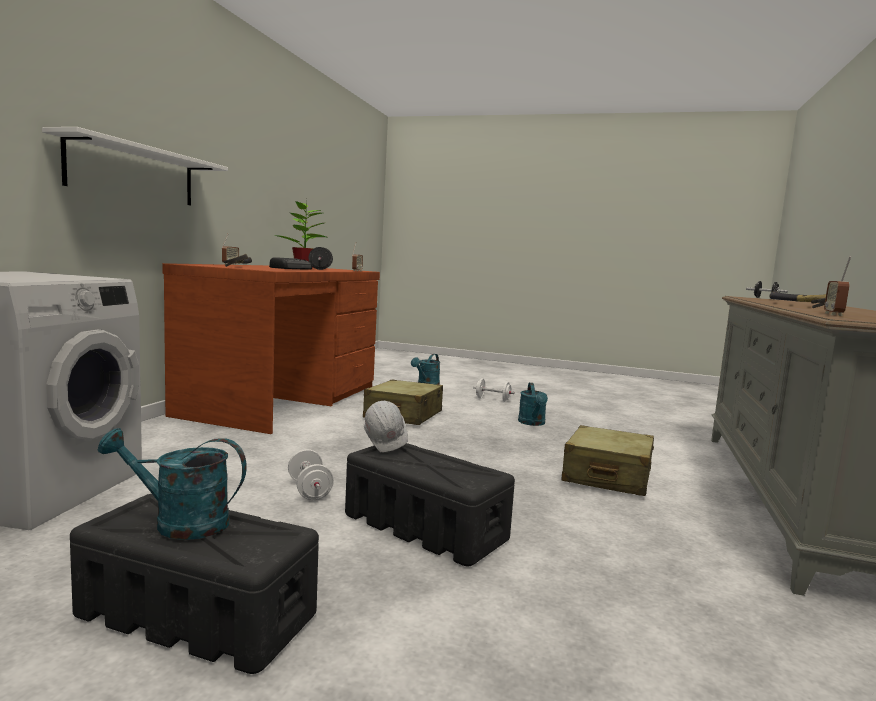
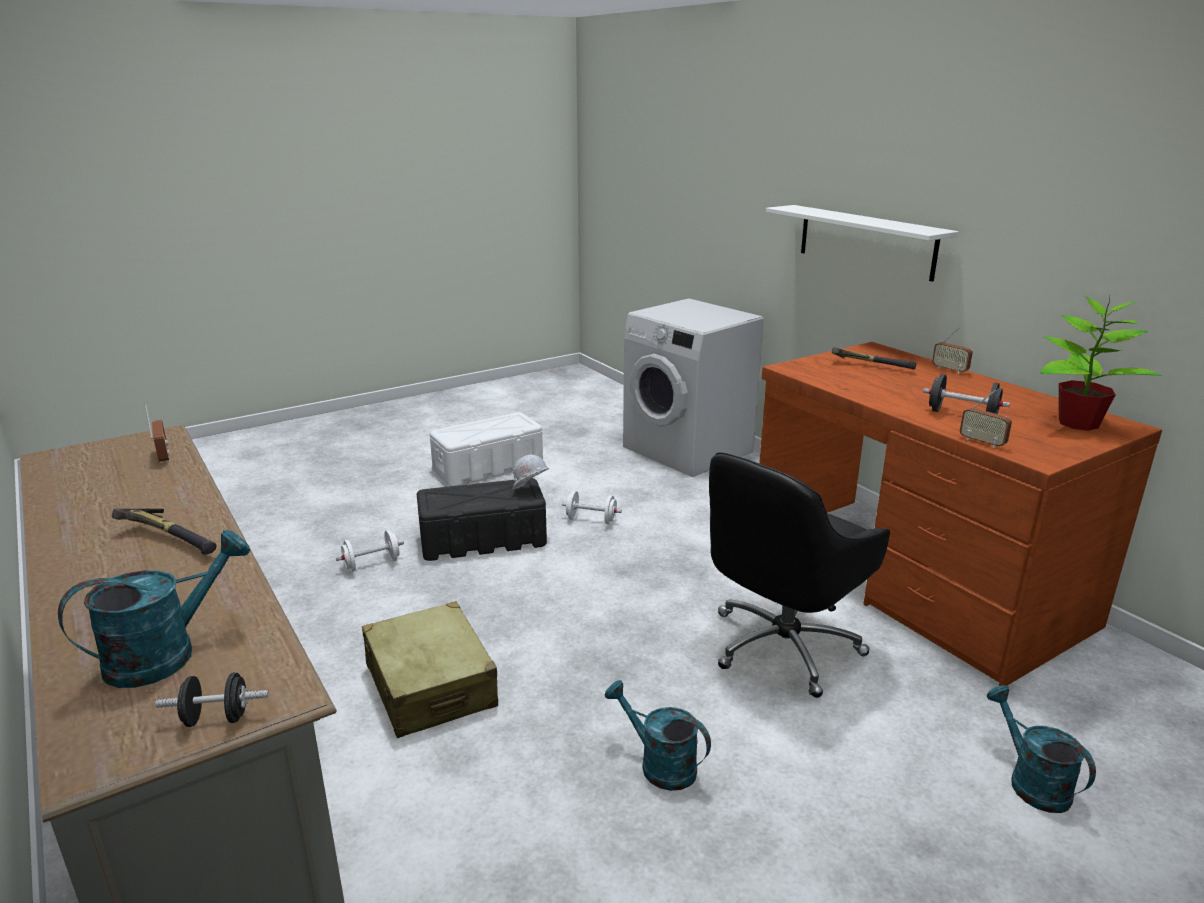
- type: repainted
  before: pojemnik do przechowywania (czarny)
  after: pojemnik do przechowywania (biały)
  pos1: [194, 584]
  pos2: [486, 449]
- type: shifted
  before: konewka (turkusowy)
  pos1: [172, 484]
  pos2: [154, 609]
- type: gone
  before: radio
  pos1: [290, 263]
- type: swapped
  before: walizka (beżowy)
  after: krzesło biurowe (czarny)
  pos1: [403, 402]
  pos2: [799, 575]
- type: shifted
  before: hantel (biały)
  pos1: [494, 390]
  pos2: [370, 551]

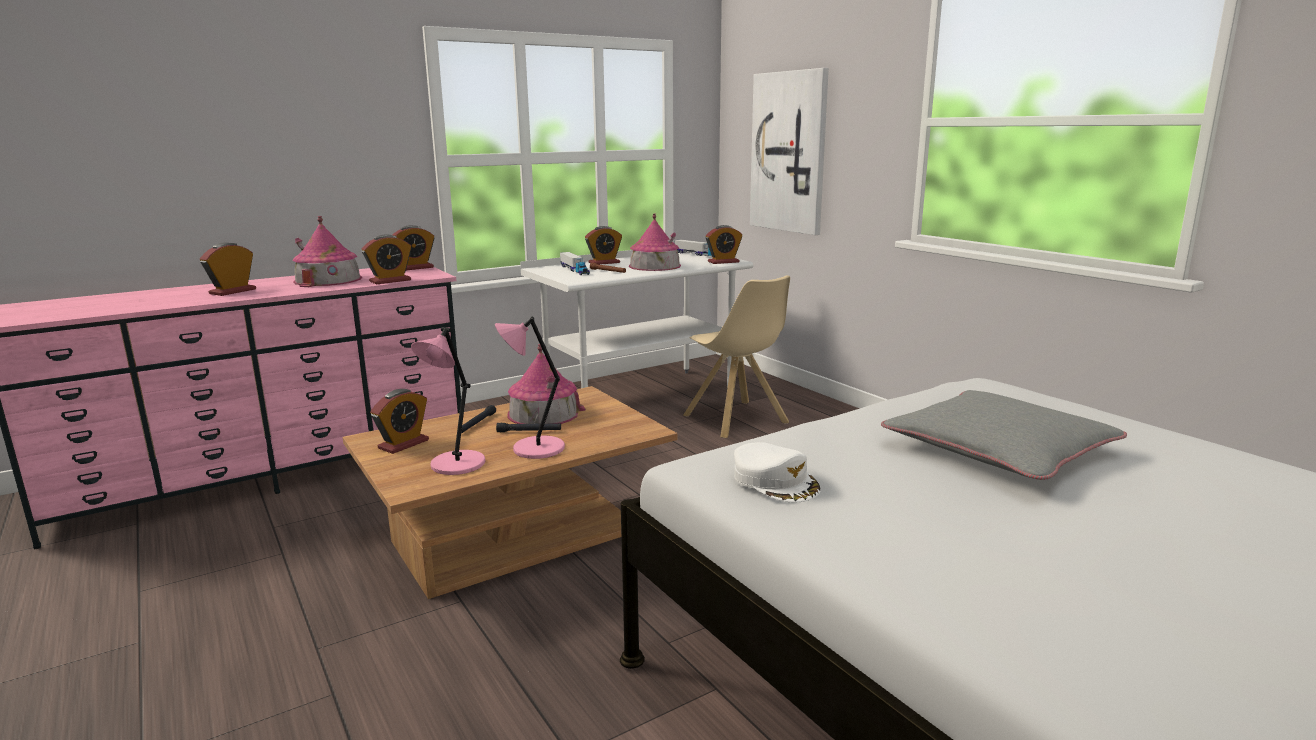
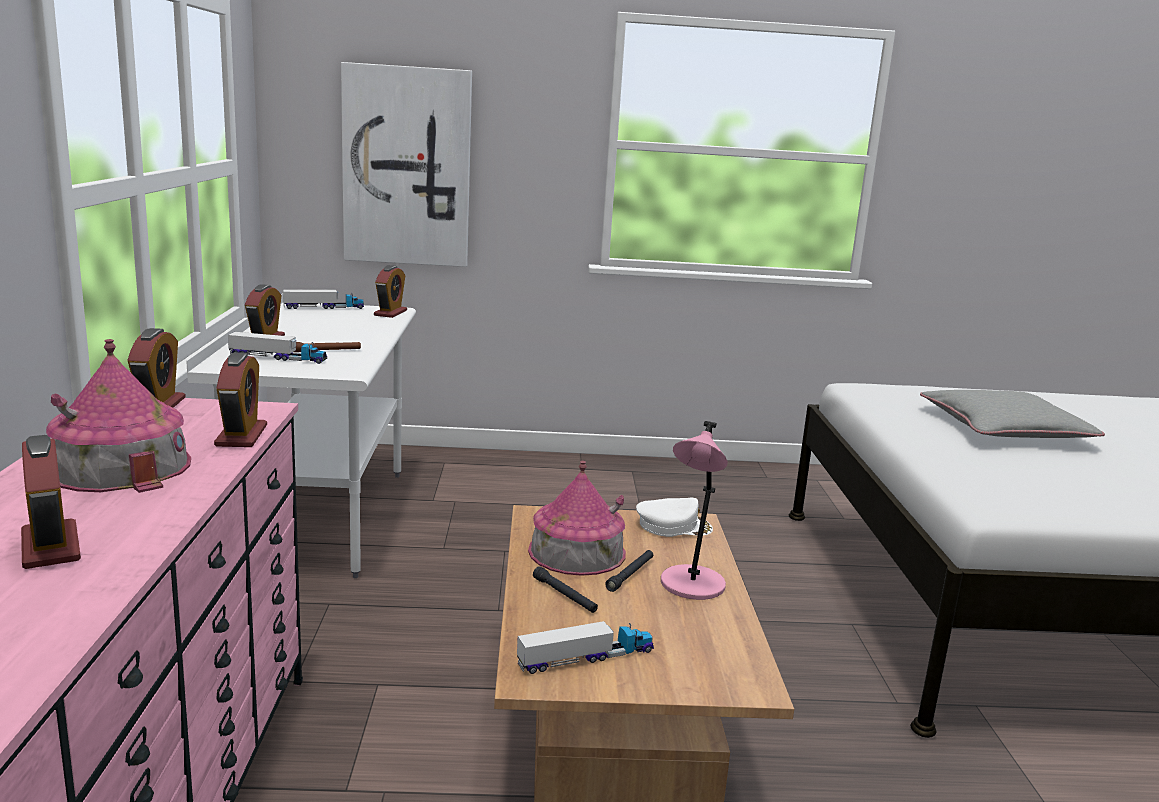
- type: swapped
  before: budzik
  after: ciężarówka zabawkowa
  pos1: [399, 421]
  pos2: [585, 647]
- type: gone
  before: lampa stołowa (różowy)
  pos1: [448, 401]
- type: gone
  before: domek
  pos1: [655, 242]
- type: gone
  before: krzesło (beżowy)
  pos1: [736, 356]
- type: shifted
  before: czapka z daszkiem (biały)
  pos1: [777, 472]
  pos2: [674, 517]

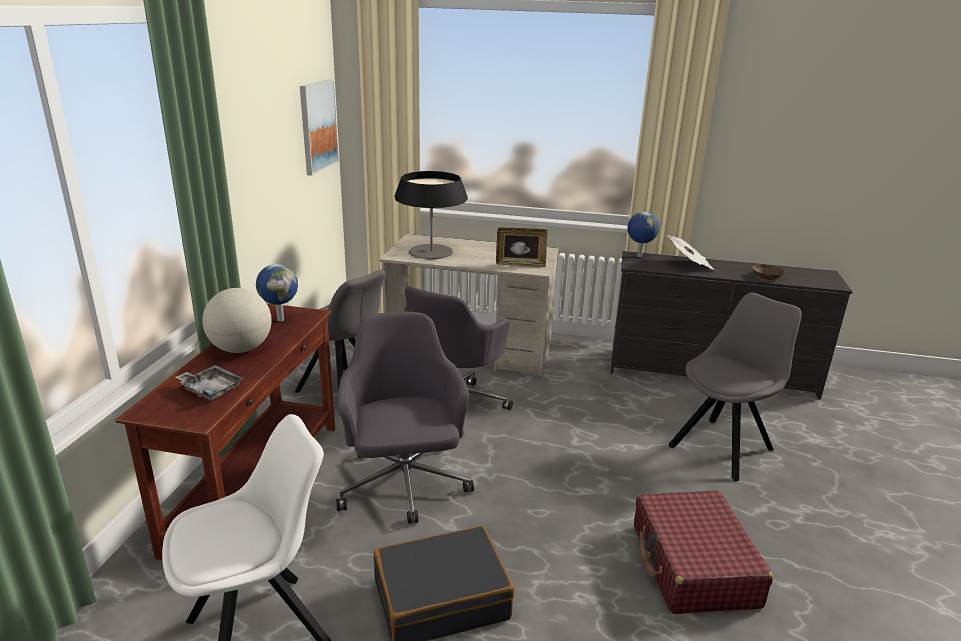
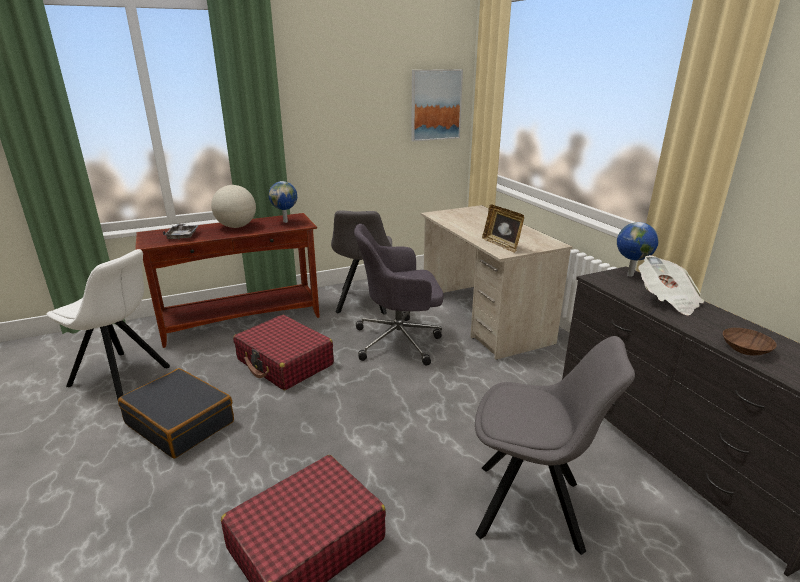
- type: swapped
  before: krzesło biurowe (szary)
  after: walizka (czerwony)
  pos1: [405, 418]
  pos2: [283, 352]
- type: gone
  before: lampa stołowa
  pos1: [431, 215]

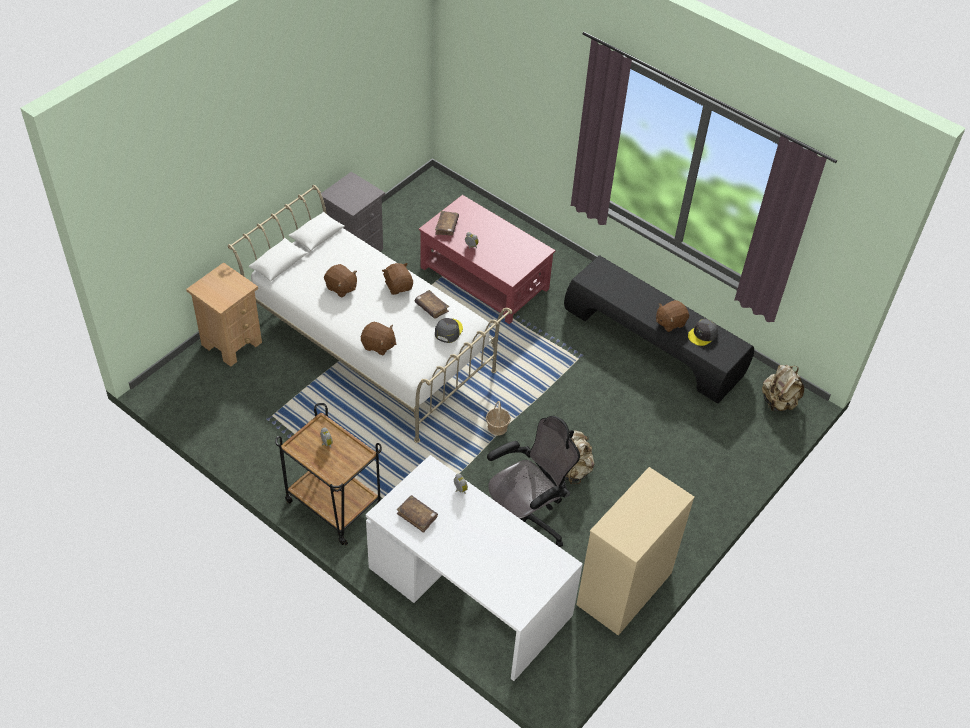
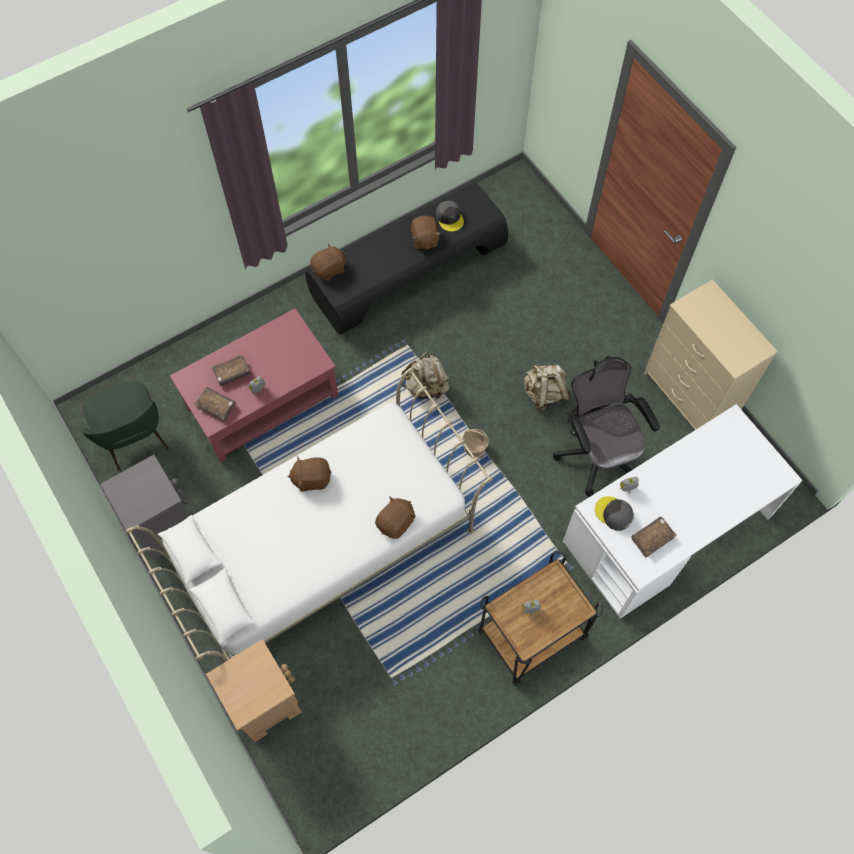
- type: shifted
  before: pluszak (brązowy)
  pos1: [340, 281]
  pos2: [328, 262]
- type: shifted
  before: książka (brązowy)
  pos1: [432, 304]
  pos2: [231, 370]
- type: shifted
  before: czapka z daszkiem (szary)
  pos1: [449, 330]
  pos2: [614, 513]
- type: shifted
  before: plecak (beżowy)
  pos1: [783, 388]
  pos2: [425, 376]
- type: new
  after: krzesło (zielony)
  pos2: [126, 426]

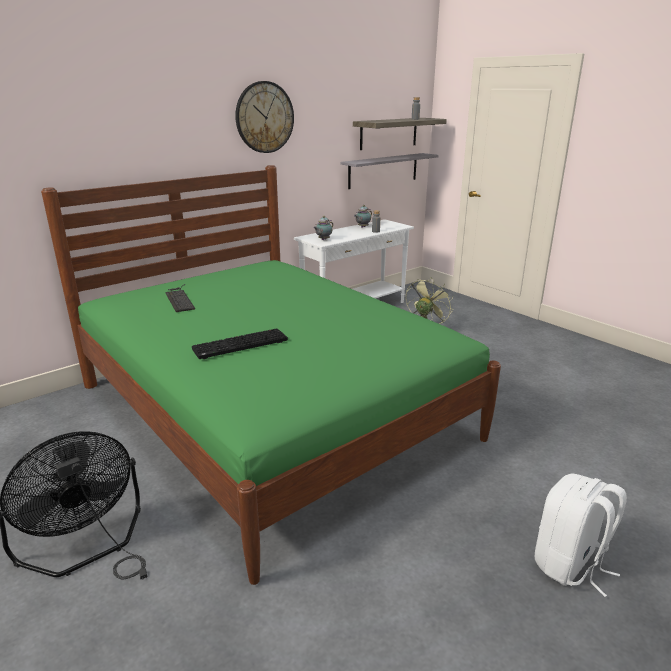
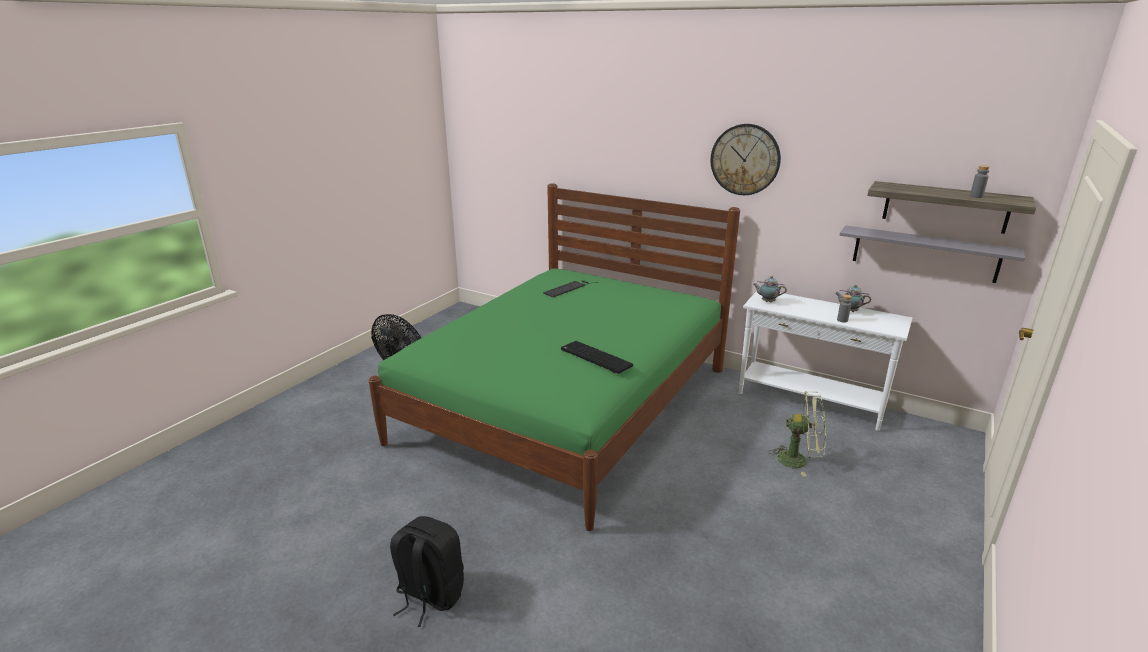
- type: shifted
  before: klawiatura
  pos1: [240, 343]
  pos2: [597, 357]
- type: repainted
  before: plecak (biały)
  after: plecak (czarny)
  pos1: [581, 535]
  pos2: [427, 571]

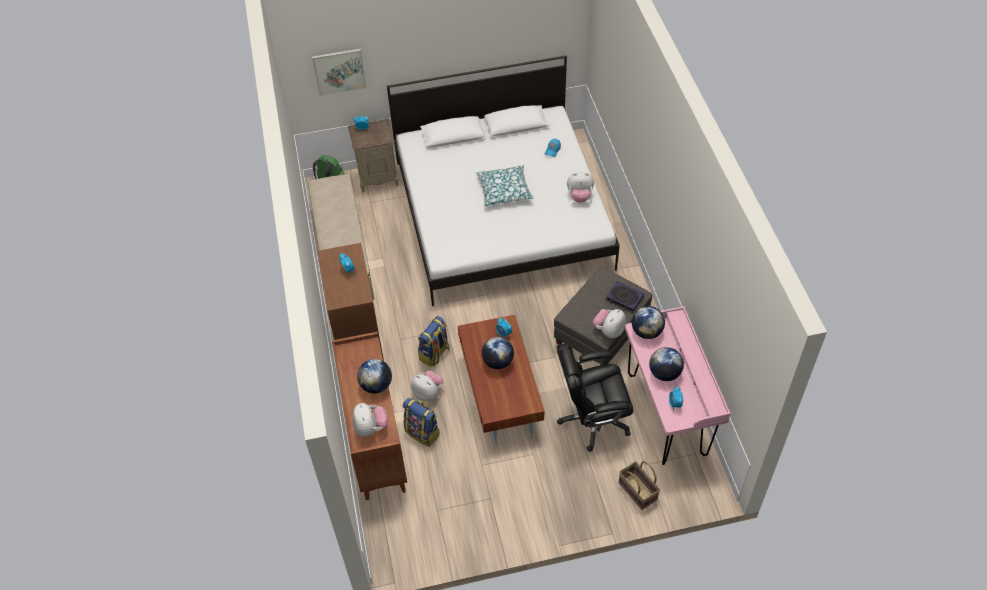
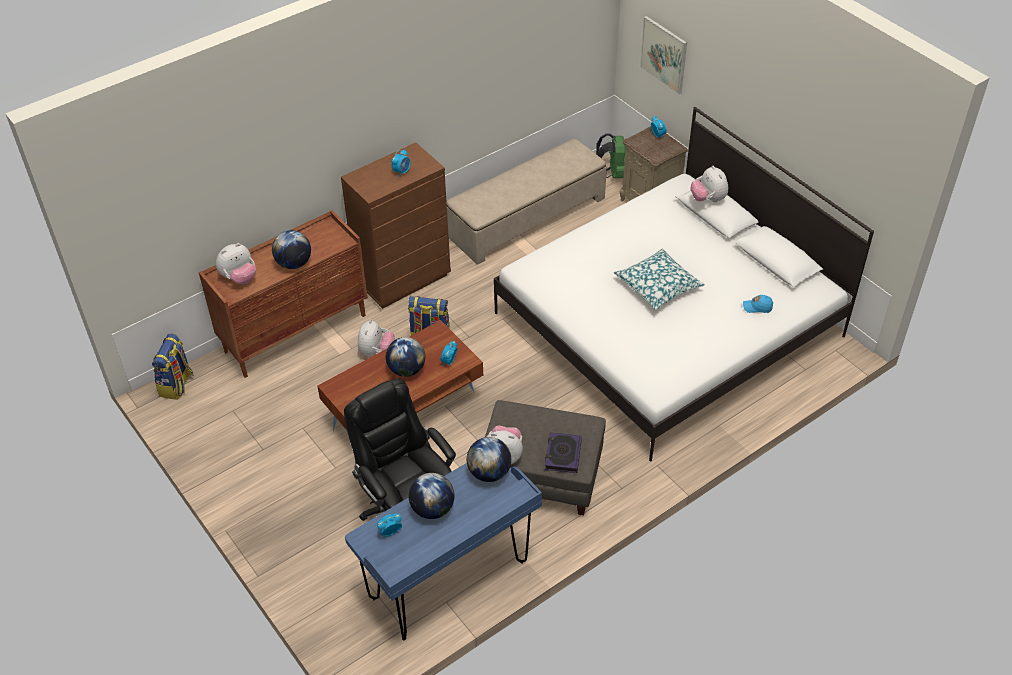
- type: shifted
  before: plecak
  pos1: [421, 422]
  pos2: [173, 367]
- type: shifted
  before: pluszak
  pos1: [580, 187]
  pos2: [709, 184]
- type: gone
  before: koszyk
  pos1: [639, 485]
- type: repainted
  before: biurko (różowy)
  after: biurko (niebieski)
  pos1: [678, 385]
  pos2: [443, 551]

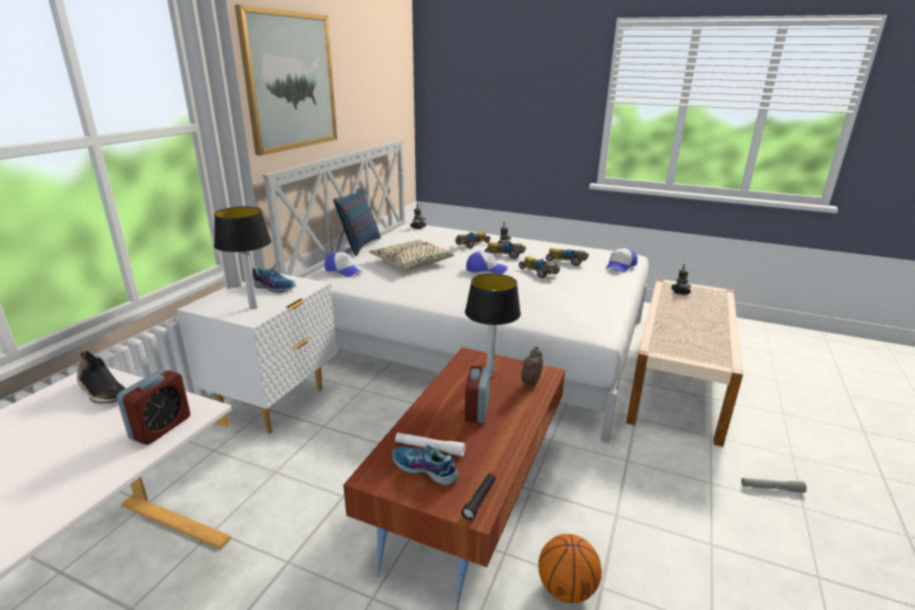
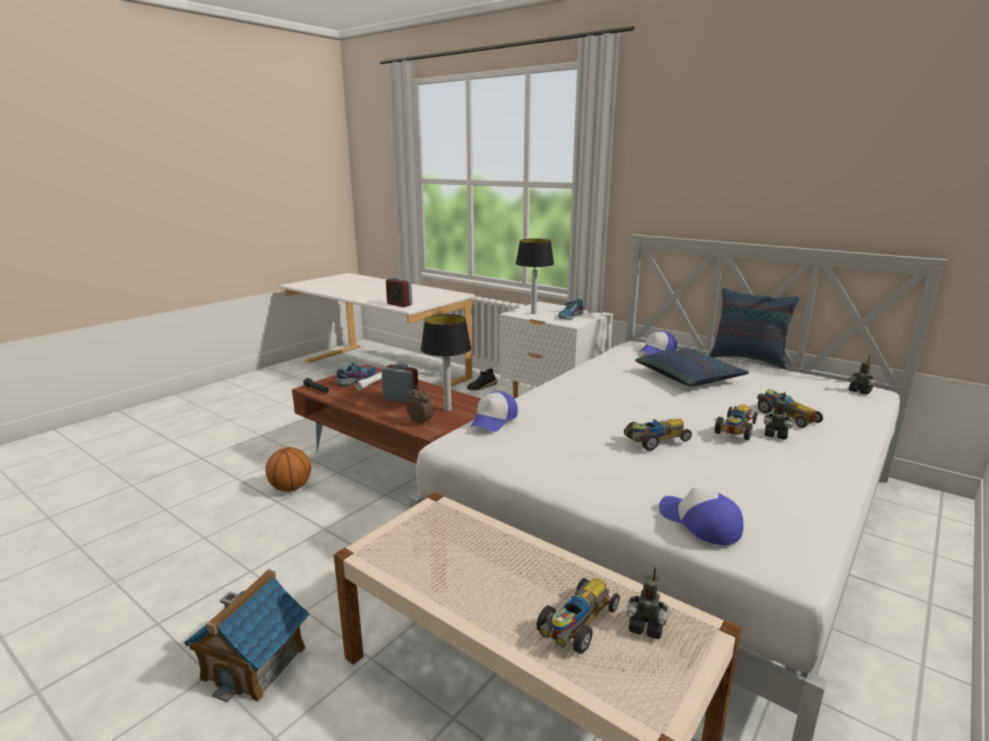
- type: shifted
  before: but (czarny)
  pos1: [101, 376]
  pos2: [482, 379]
- type: gone
  before: obraz
  pos1: [286, 80]
- type: repainted
  before: poduszka (beżowy)
  after: poduszka (niebieski)
  pos1: [412, 255]
  pos2: [692, 367]
- type: shifted
  before: czapka z daszkiem
  pos1: [487, 262]
  pos2: [494, 411]
- type: shifted
  before: samochodzik
  pos1: [567, 257]
  pos2: [578, 616]
- type: swapped
  before: latarka (szary)
  after: domek
  pos1: [774, 485]
  pos2: [247, 635]

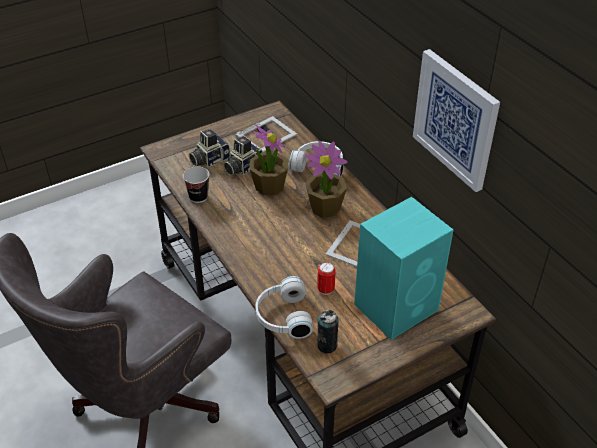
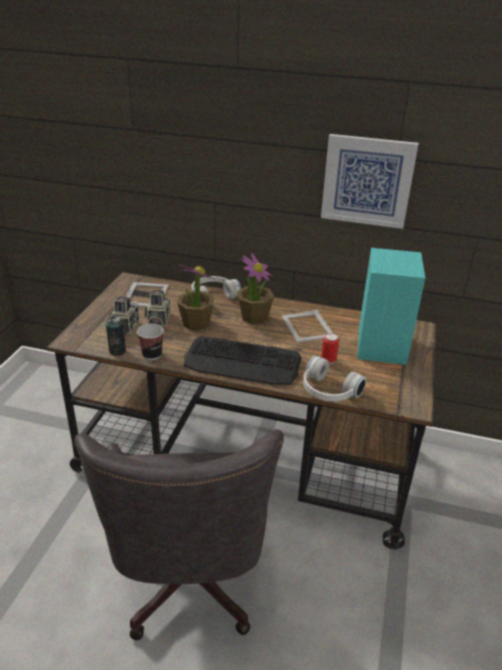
- type: shifted
  before: puszka
  pos1: [328, 332]
  pos2: [116, 336]
- type: new
  after: klawiatura
  pos2: [243, 360]

